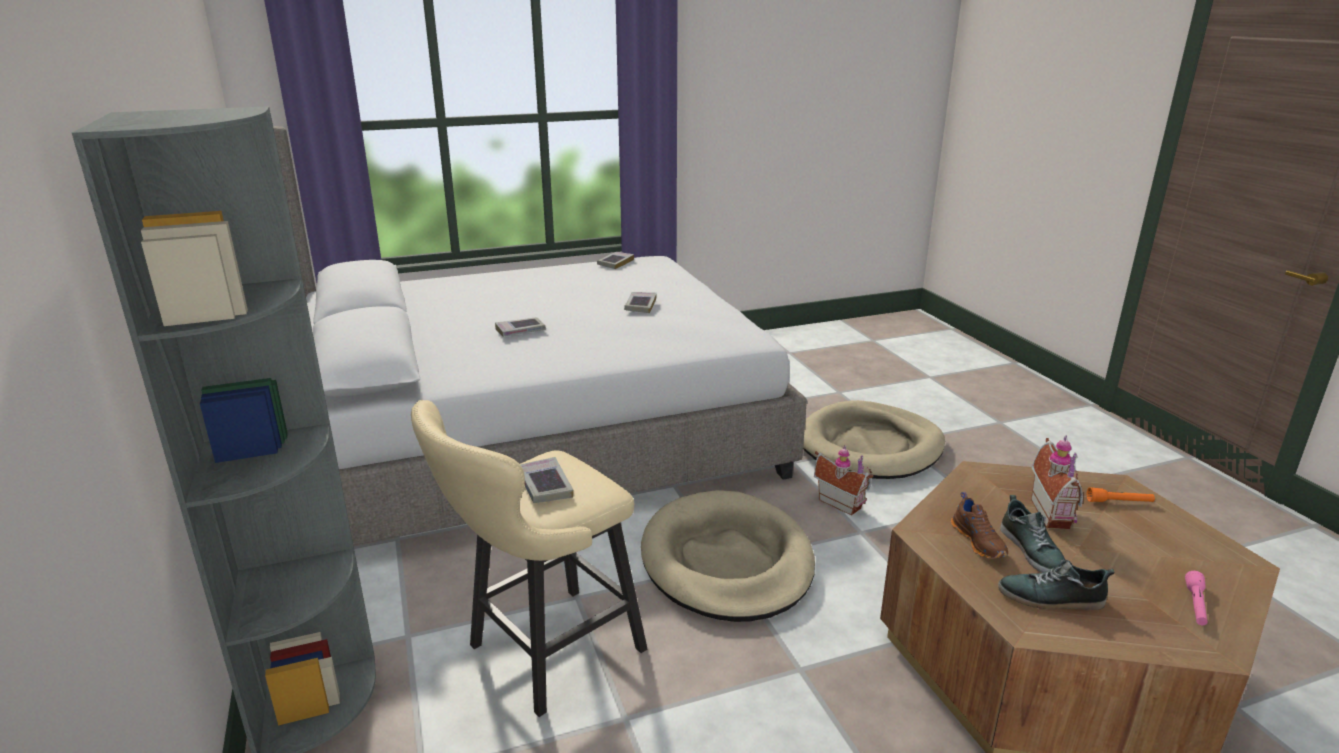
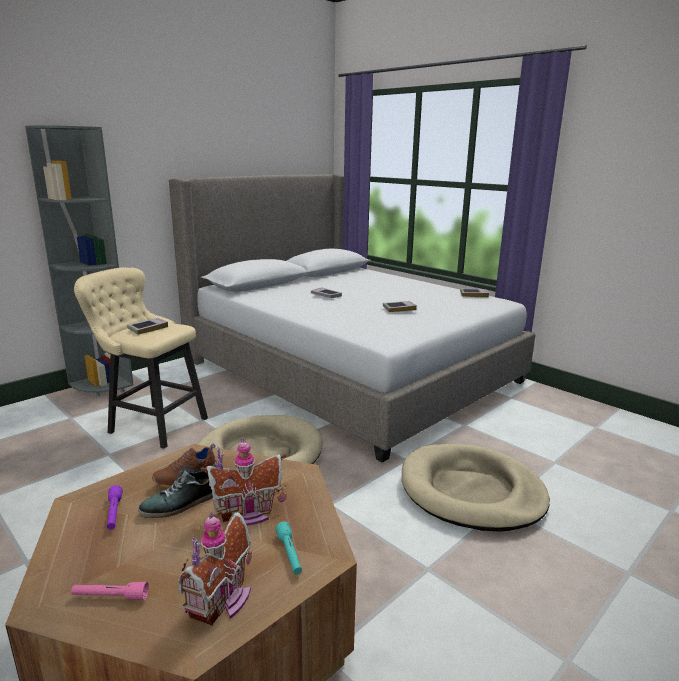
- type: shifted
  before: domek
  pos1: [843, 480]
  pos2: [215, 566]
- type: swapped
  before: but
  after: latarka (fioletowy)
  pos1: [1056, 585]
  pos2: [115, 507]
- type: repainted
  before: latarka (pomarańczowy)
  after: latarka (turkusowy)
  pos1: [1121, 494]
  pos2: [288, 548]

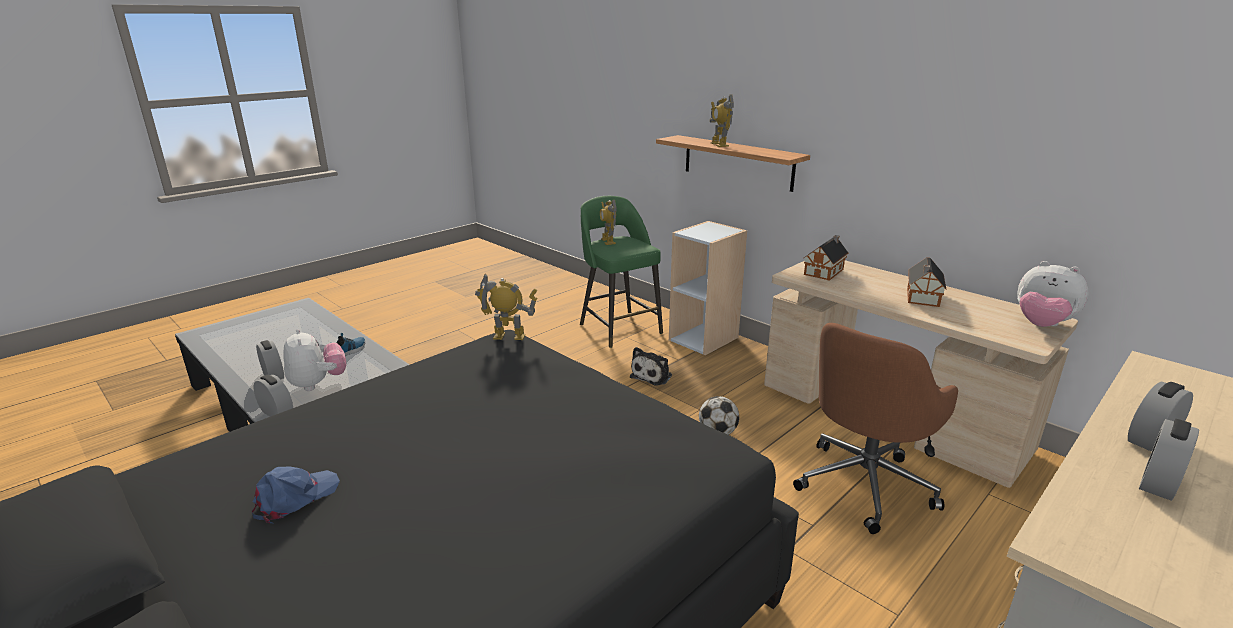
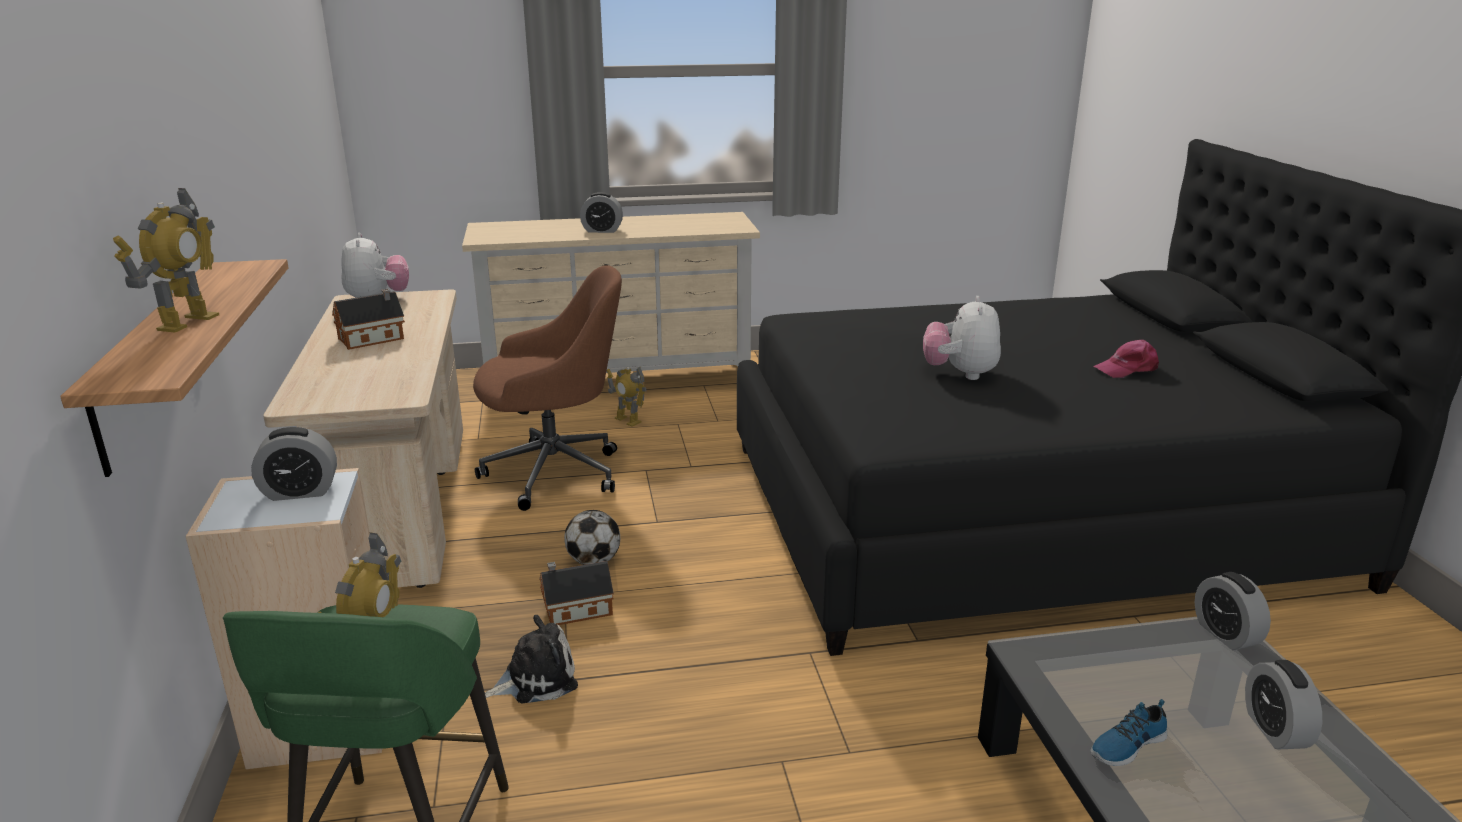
- type: repainted
  before: czapka z daszkiem (niebieski)
  after: czapka z daszkiem (różowy)
  pos1: [296, 495]
  pos2: [1126, 359]
- type: shifted
  before: pluszak
  pos1: [315, 360]
  pos2: [962, 338]
- type: shifted
  before: robot zabawkowy
  pos1: [506, 306]
  pos2: [627, 397]
- type: shifted
  before: domek
  pos1: [826, 258]
  pos2: [576, 593]
- type: shifted
  before: budzik
  pos1: [1169, 460]
  pos2: [294, 464]

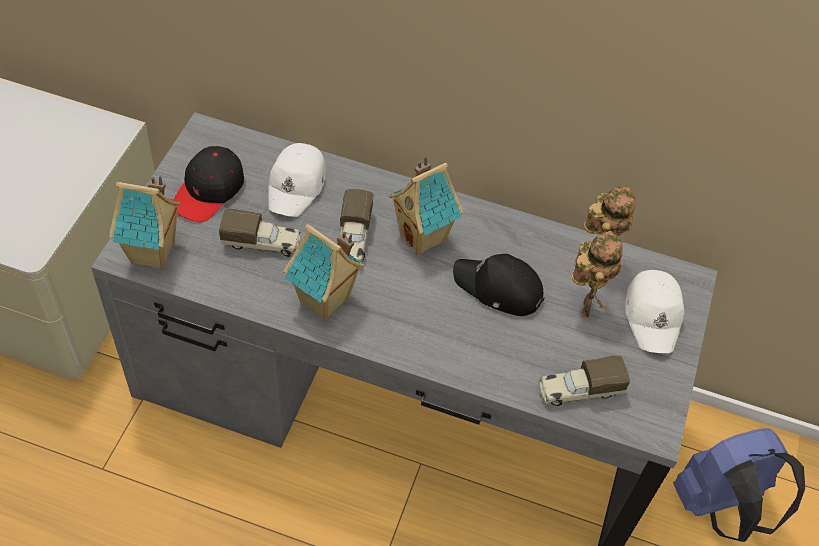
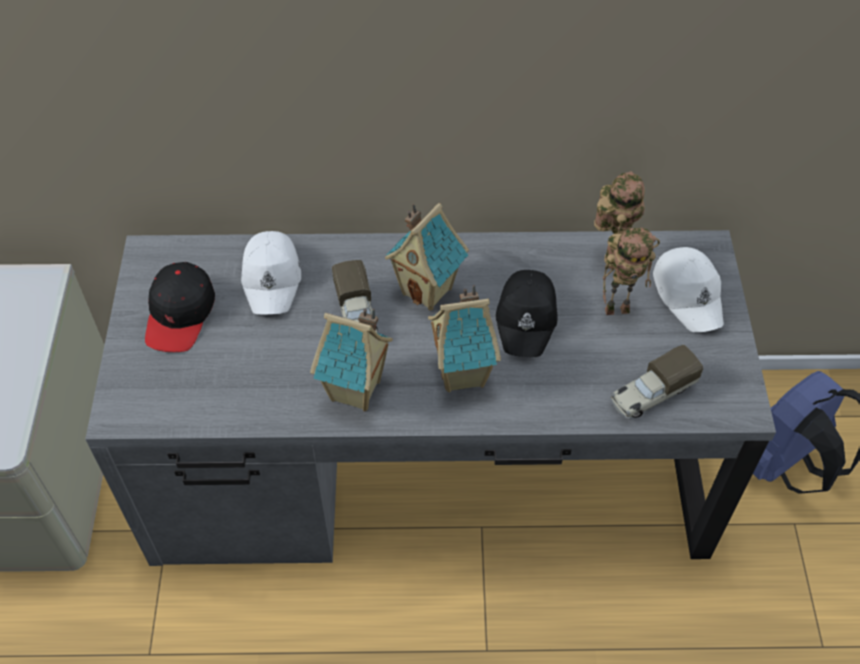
- type: shifted
  before: domek
  pos1: [145, 223]
  pos2: [464, 338]
- type: gone
  before: ciężarówka zabawkowa
  pos1: [260, 233]
- type: rotated
  before: czapka z daszkiem (czarny)
  pos1: [498, 285]
  pos2: [527, 313]
  turn: -90
- type: rotated
  before: robot zabawkowy
  pos1: [597, 275]
  pos2: [631, 271]
  turn: 90

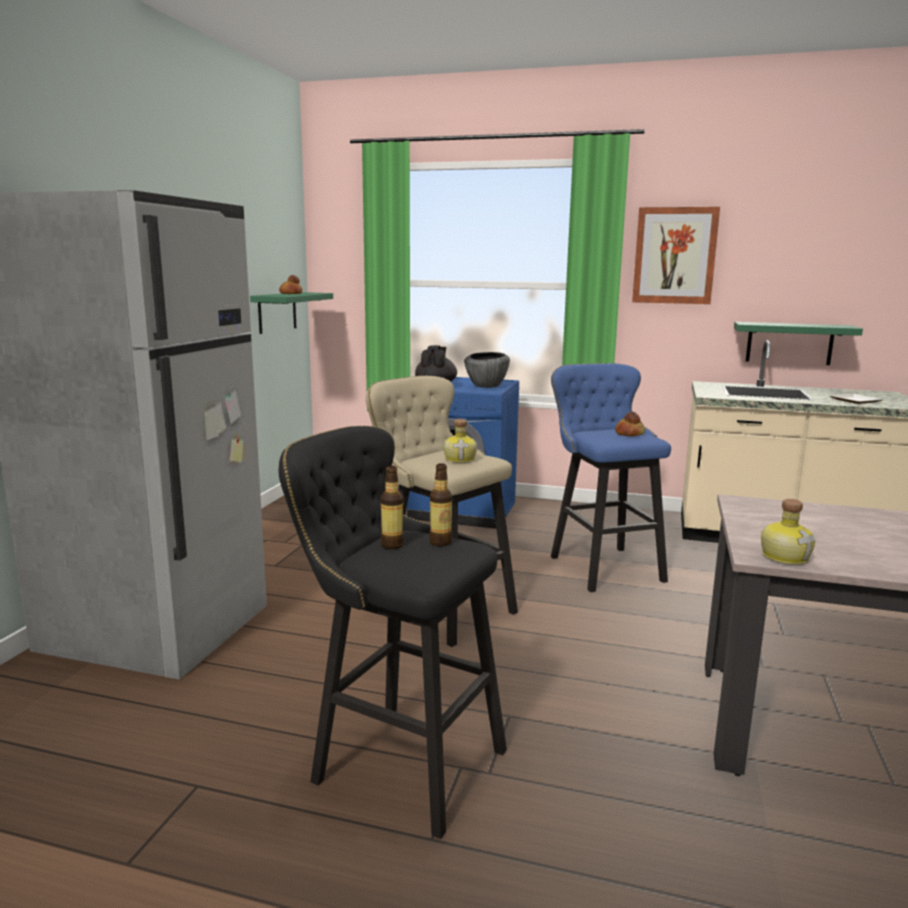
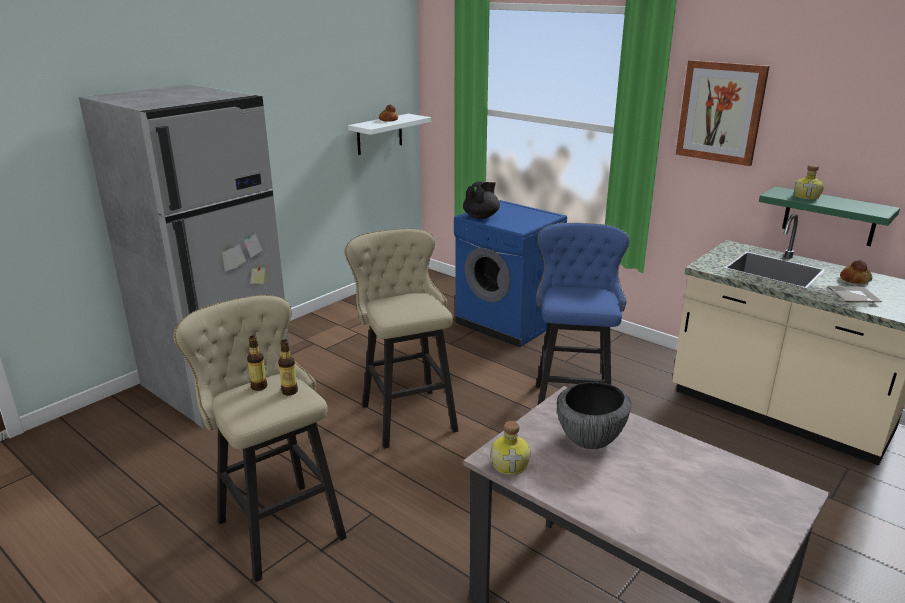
- type: repainted
  before: półka (zielony)
  after: półka (biały)
  pos1: [291, 313]
  pos2: [389, 134]
- type: repainted
  before: stołek (czarny)
  after: stołek (beżowy)
  pos1: [393, 632]
  pos2: [260, 438]
- type: shifted
  before: butelka
  pos1: [460, 441]
  pos2: [809, 182]
- type: shifted
  before: miska
  pos1: [487, 370]
  pos2: [594, 415]
- type: shifted
  before: chleb
  pos1: [630, 424]
  pos2: [856, 272]

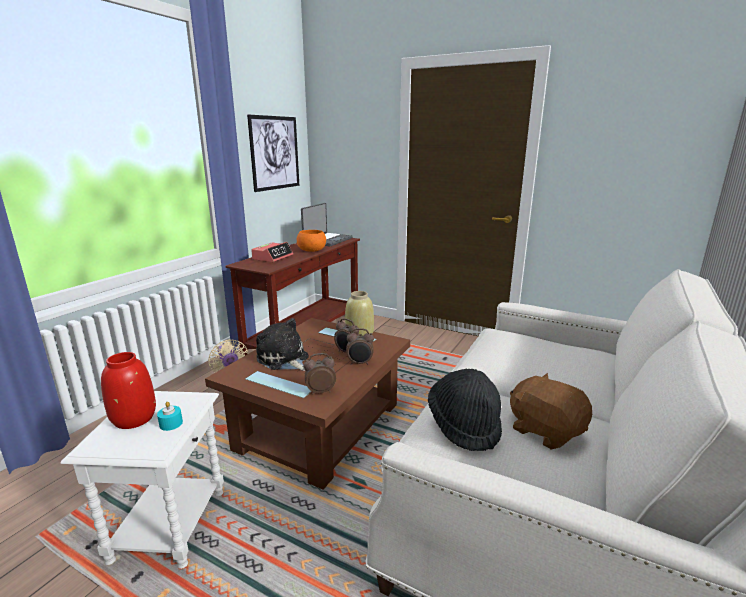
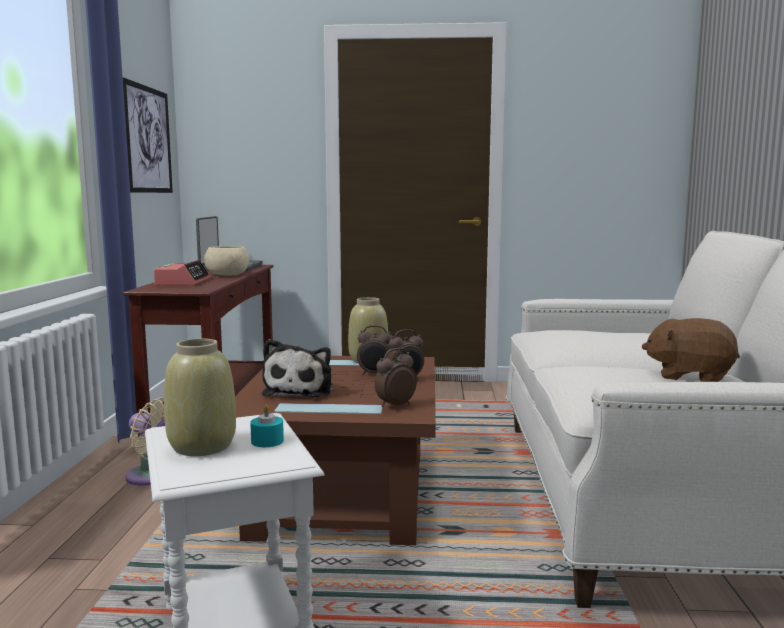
- type: repainted
  before: wazon (czerwony)
  after: wazon (beżowy)
  pos1: [128, 390]
  pos2: [200, 397]
- type: rotated
  before: pluszak
  pos1: [282, 344]
  pos2: [297, 368]
  turn: -105
- type: repainted
  before: miska (pomarańczowy)
  after: miska (beżowy)
  pos1: [311, 241]
  pos2: [226, 261]
- type: gone
  before: kapelusz (czarny)
  pos1: [465, 410]

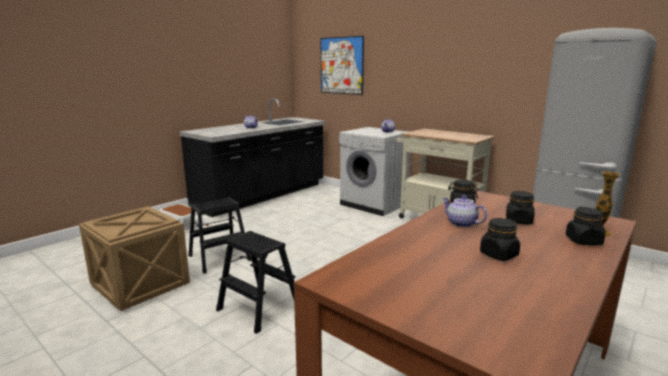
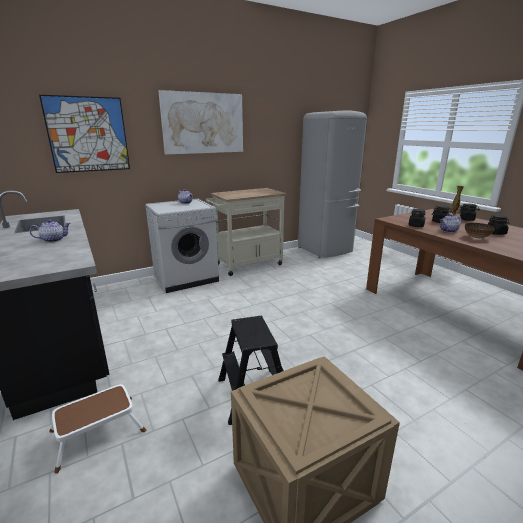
- type: gone
  before: drabinka (czarny)
  pos1: [255, 282]
- type: new
  after: obraz
  pos2: [200, 122]
- type: new
  after: miska
  pos2: [480, 230]

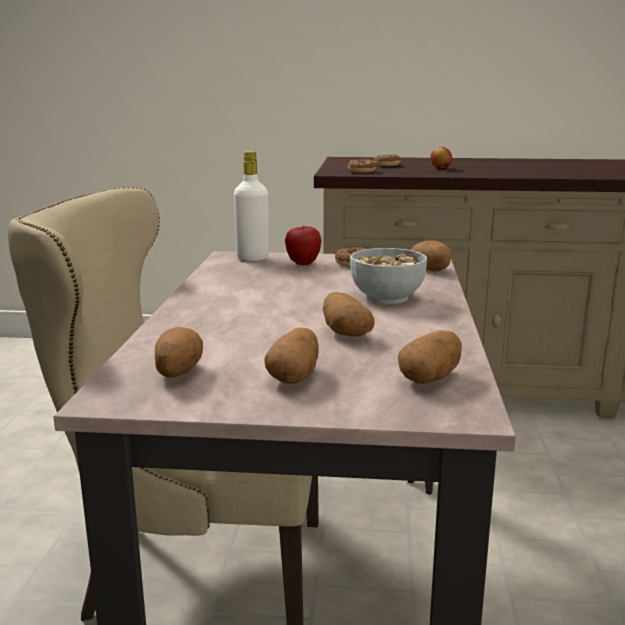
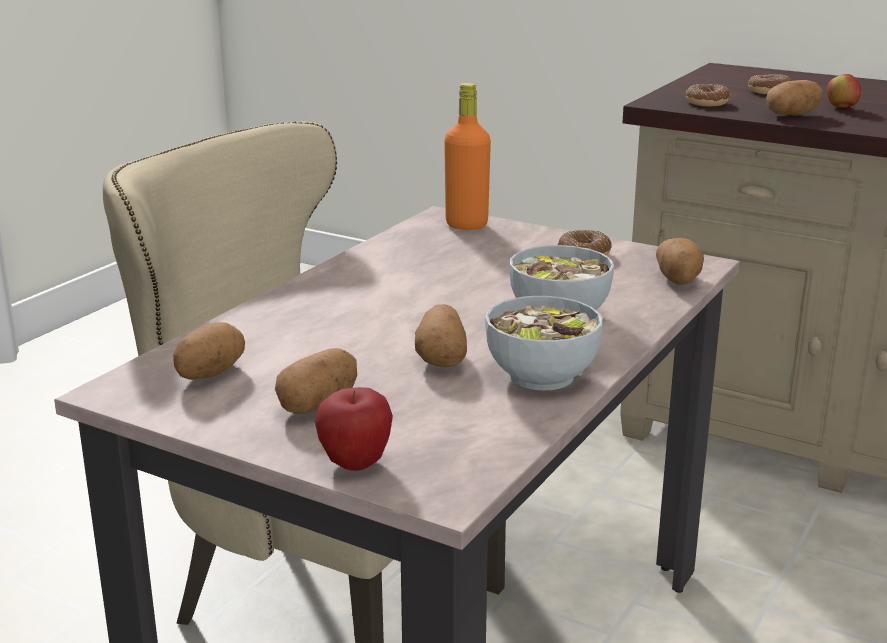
- type: repainted
  before: butelka (biały)
  after: butelka (pomarańczowy)
  pos1: [251, 206]
  pos2: [467, 156]
- type: shifted
  before: jabłko
  pos1: [303, 245]
  pos2: [354, 429]
- type: shifted
  before: ziemniak
  pos1: [430, 357]
  pos2: [794, 98]
- type: new
  after: miska
  pos2: [544, 343]

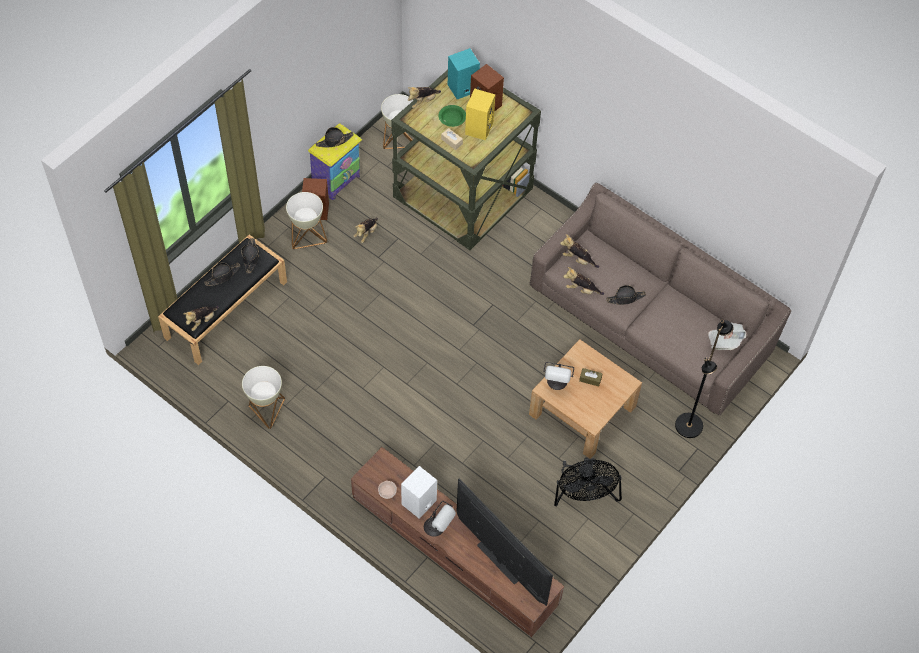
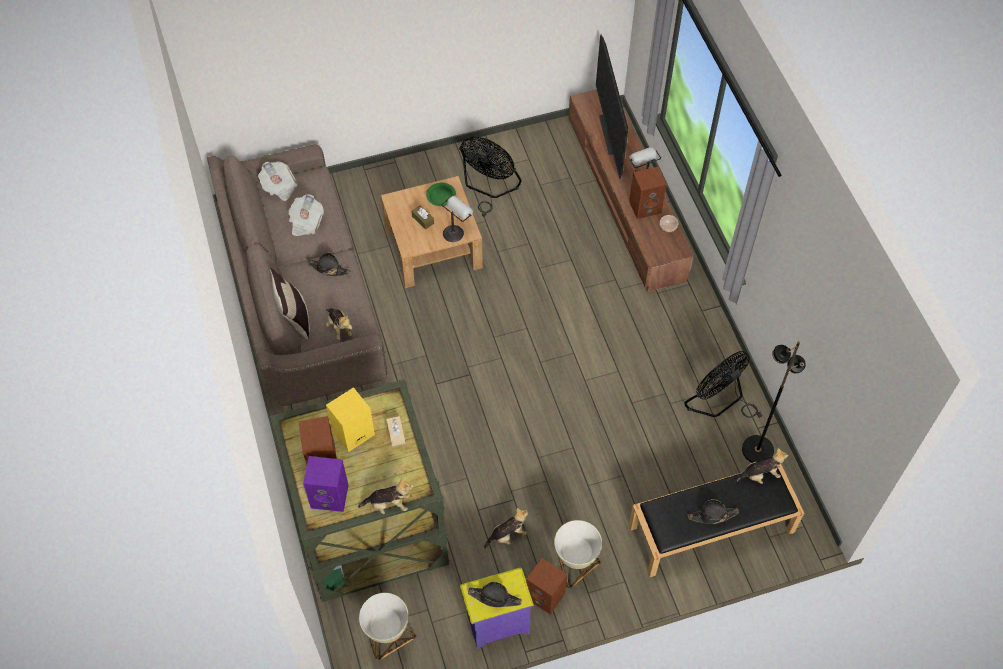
- type: gone
  before: kapelusz (czarny)
  pos1: [250, 256]
- type: swapped
  before: donica
  after: wentylator (czarny)
  pos1: [263, 397]
  pos2: [723, 384]
- type: repainted
  before: głośnik (biały)
  after: głośnik (brązowy)
  pos1: [419, 492]
  pos2: [648, 193]
- type: shifted
  before: miska (zielony)
  pos1: [452, 116]
  pos2: [441, 194]
- type: repainted
  before: głośnik (turkusowy)
  after: głośnik (fioletowy)
  pos1: [464, 73]
  pos2: [326, 484]
- type: gone
  before: pluszak
  pos1: [583, 281]
- type: shifted
  before: lampa stojąca (czarny)
  pos1: [704, 379]
  pos2: [774, 402]
- type: new
  after: poduszka
  pos2: [290, 304]
- type: new
  after: gazeta
  pos2: [306, 215]

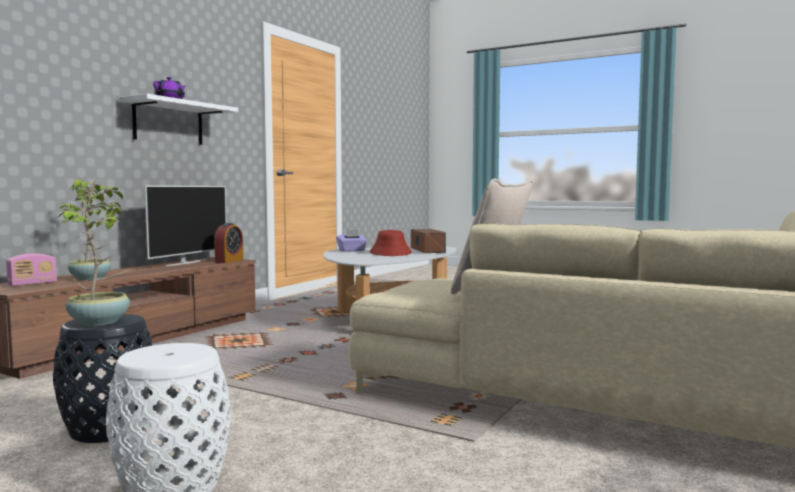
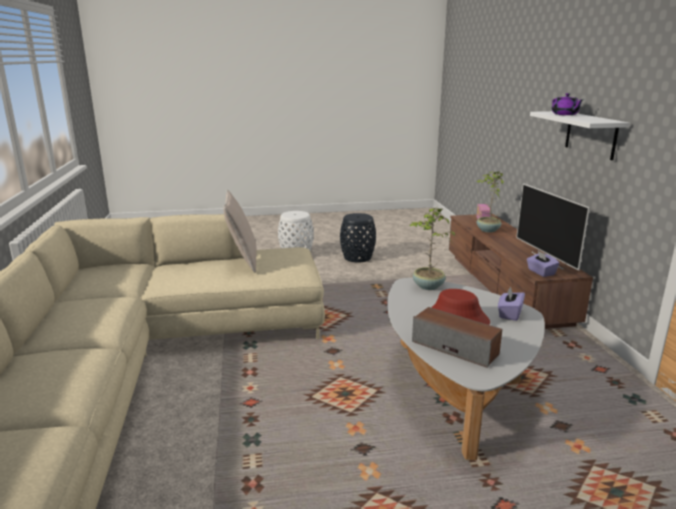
- type: shifted
  before: roślina doniczkowa
  pos1: [92, 253]
  pos2: [432, 248]
- type: swapped
  before: budzik
  after: pudełko chusteczek (fioletowy)
  pos1: [228, 243]
  pos2: [543, 264]

